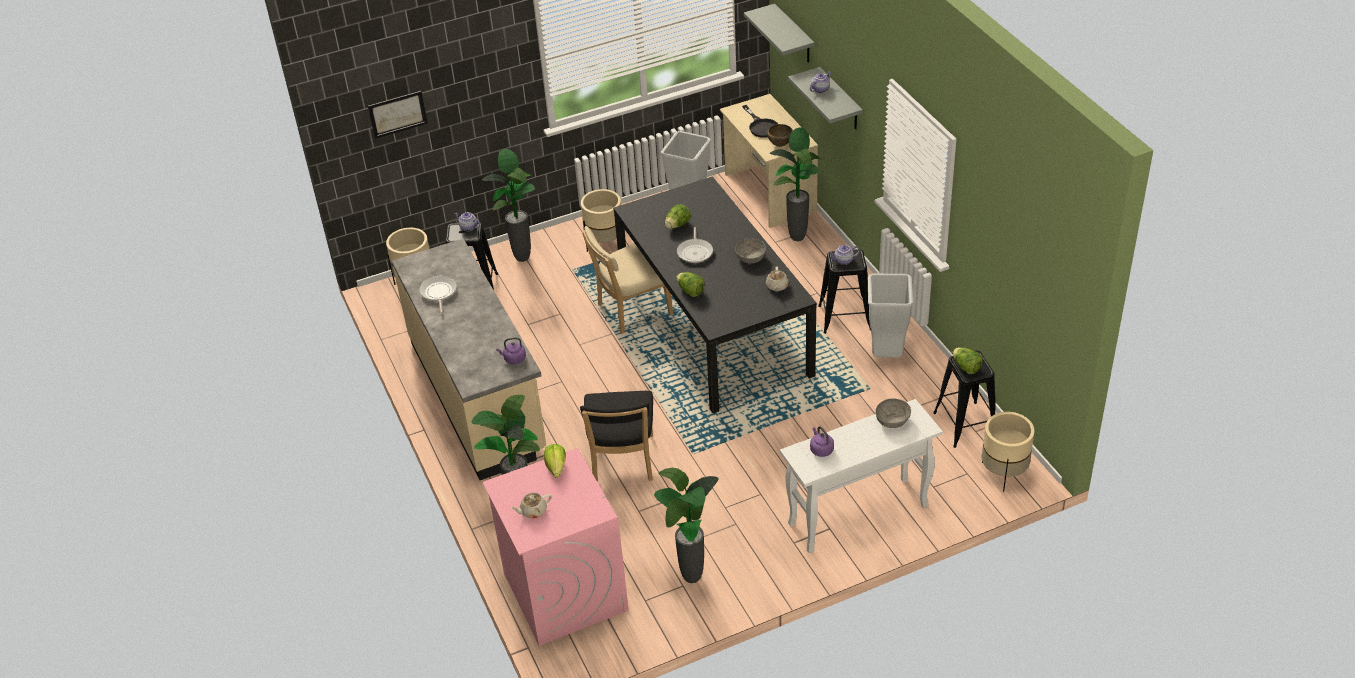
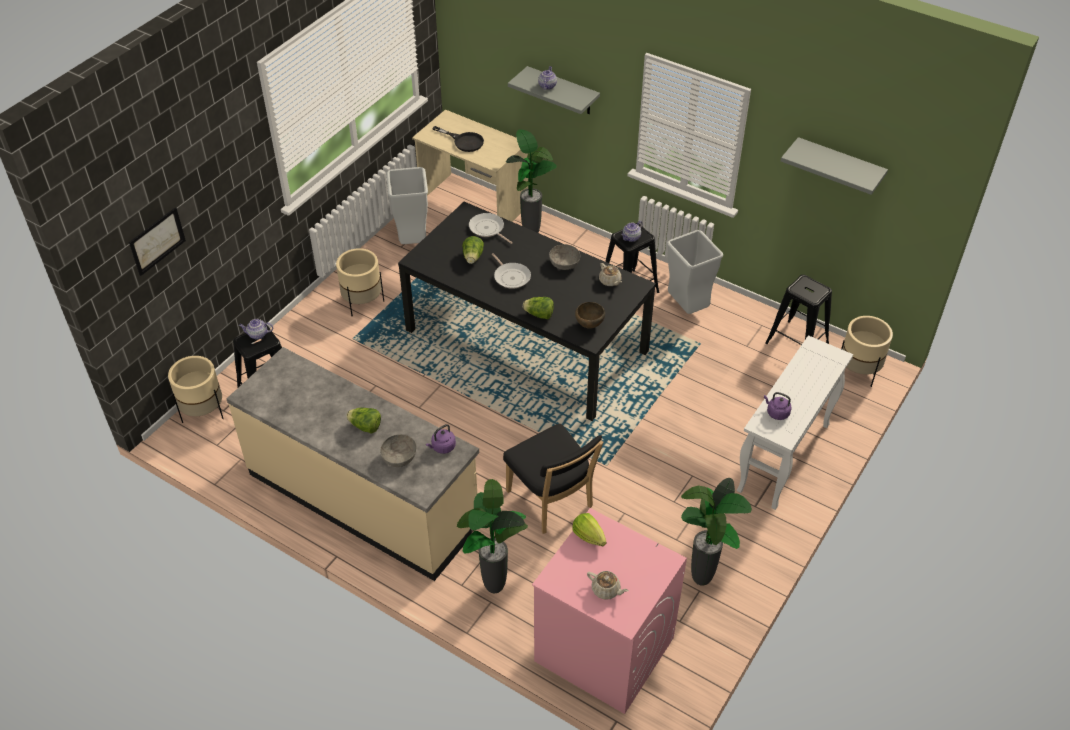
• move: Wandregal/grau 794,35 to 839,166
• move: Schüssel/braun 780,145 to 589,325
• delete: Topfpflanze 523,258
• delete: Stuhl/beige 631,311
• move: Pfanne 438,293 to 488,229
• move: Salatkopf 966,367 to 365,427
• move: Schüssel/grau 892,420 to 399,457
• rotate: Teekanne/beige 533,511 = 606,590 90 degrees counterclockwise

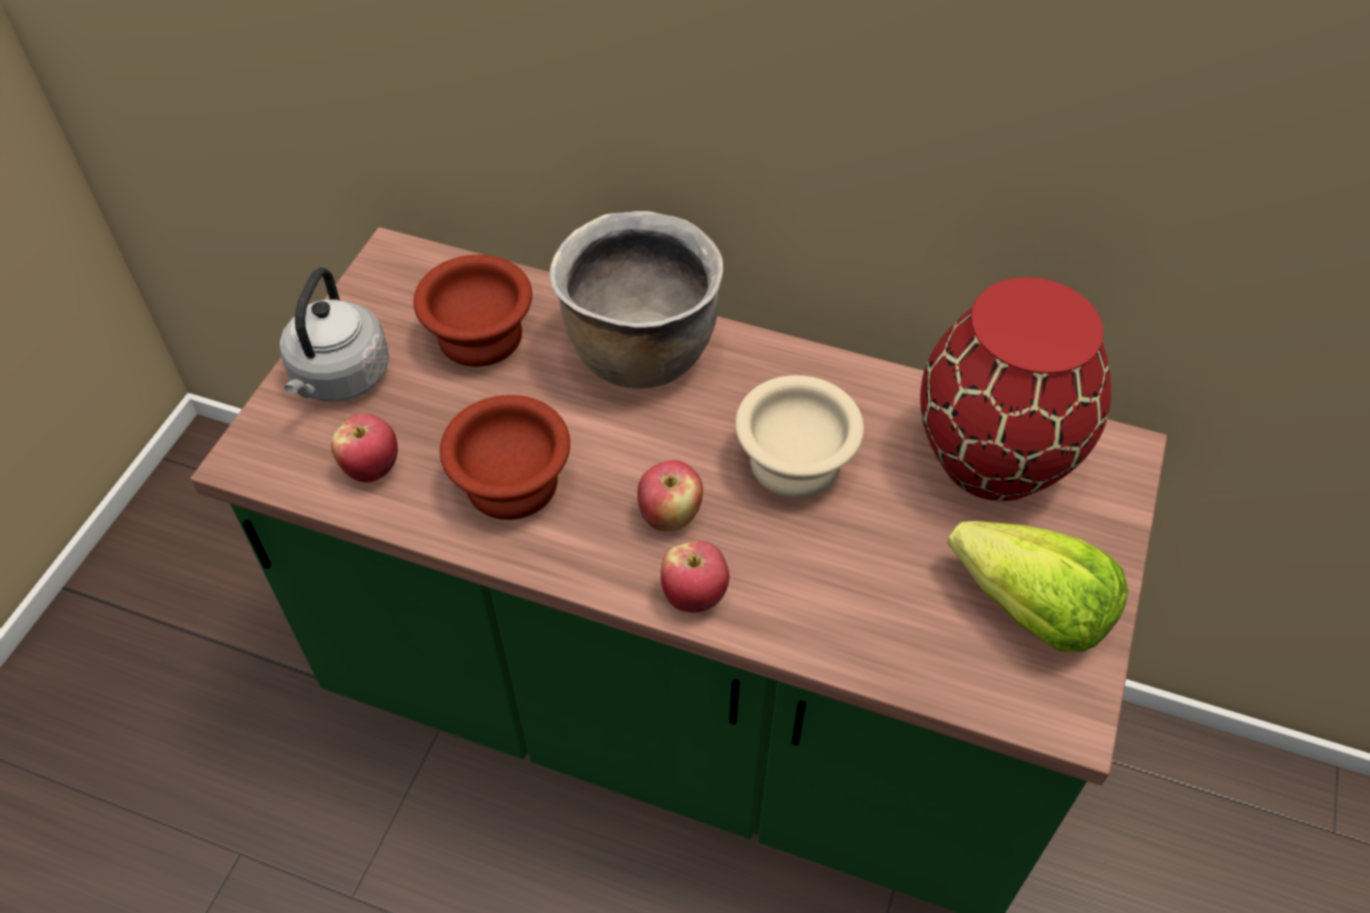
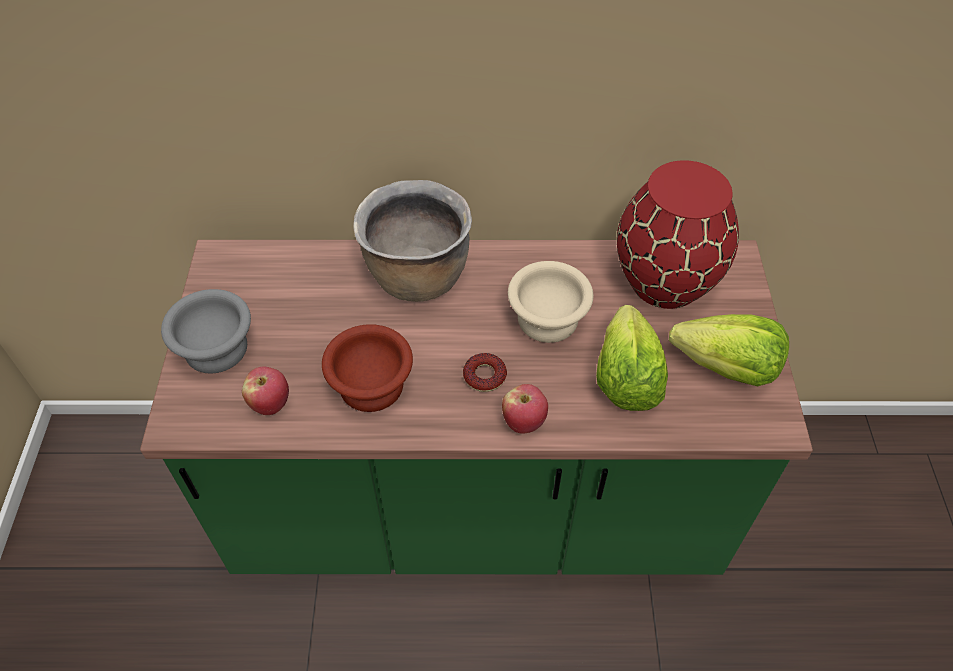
• delete: Schüssel/braun 479,339
• replace: Wasserkessel/grau 339,378 to Schüssel/grau 218,350
• replace: Apfel 670,516 to Donut 484,376
• insert: Salatkopf 626,378

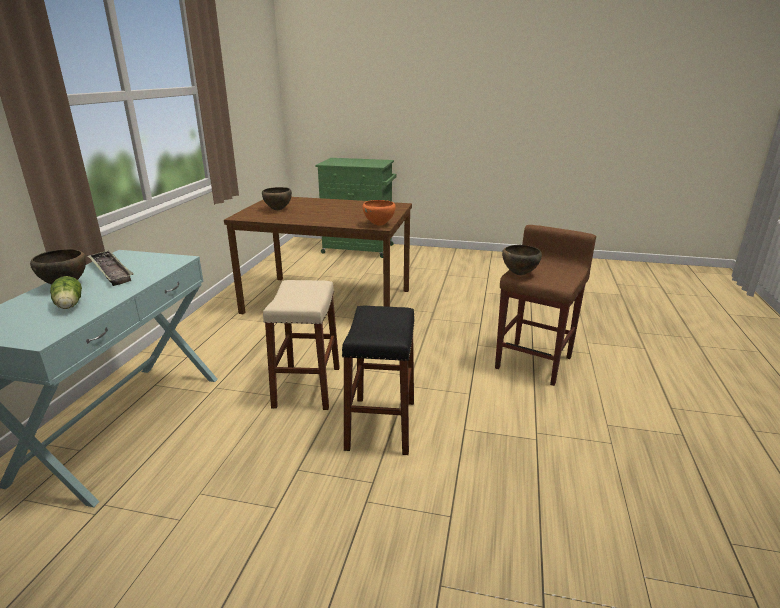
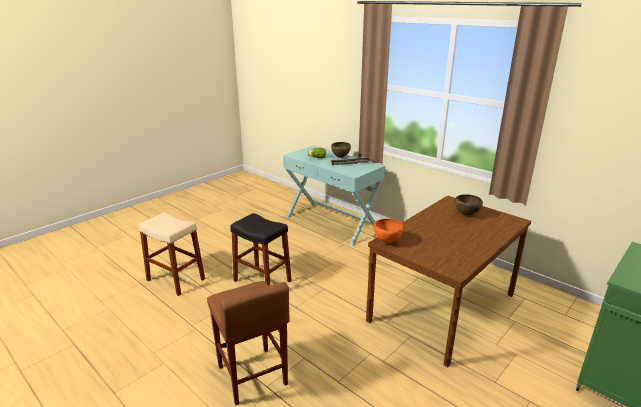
• delete: Schüssel/braun 519,274
• move: Hocker/beige 307,387 to 176,279

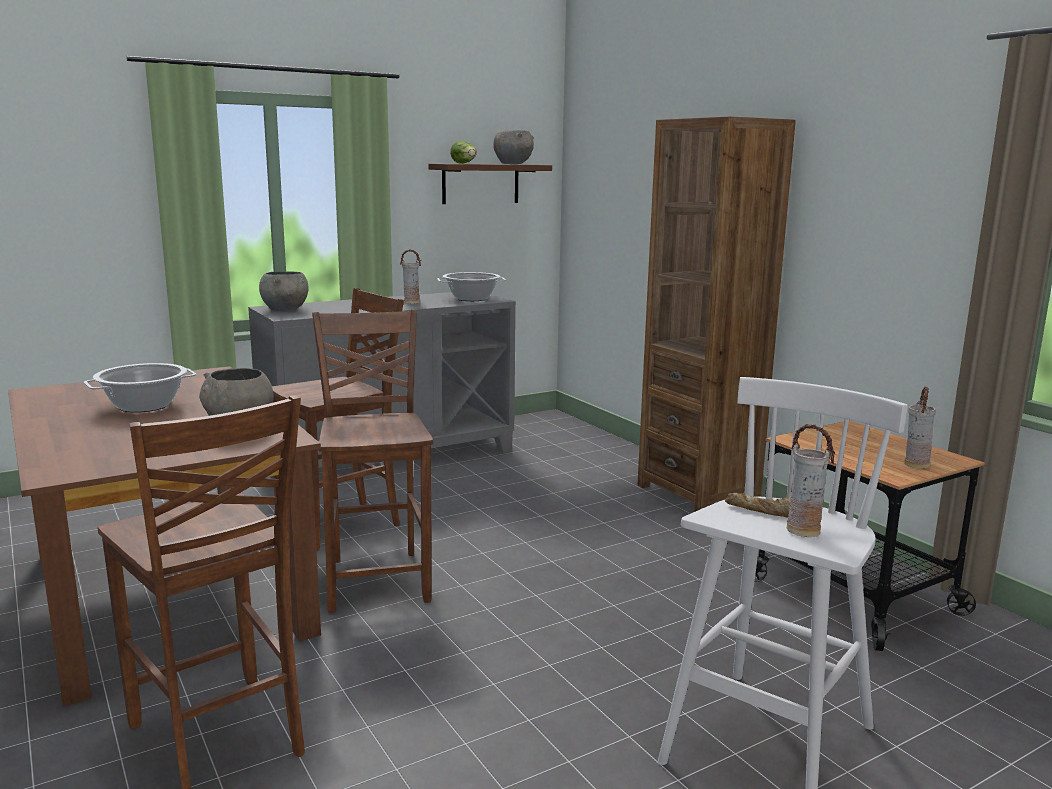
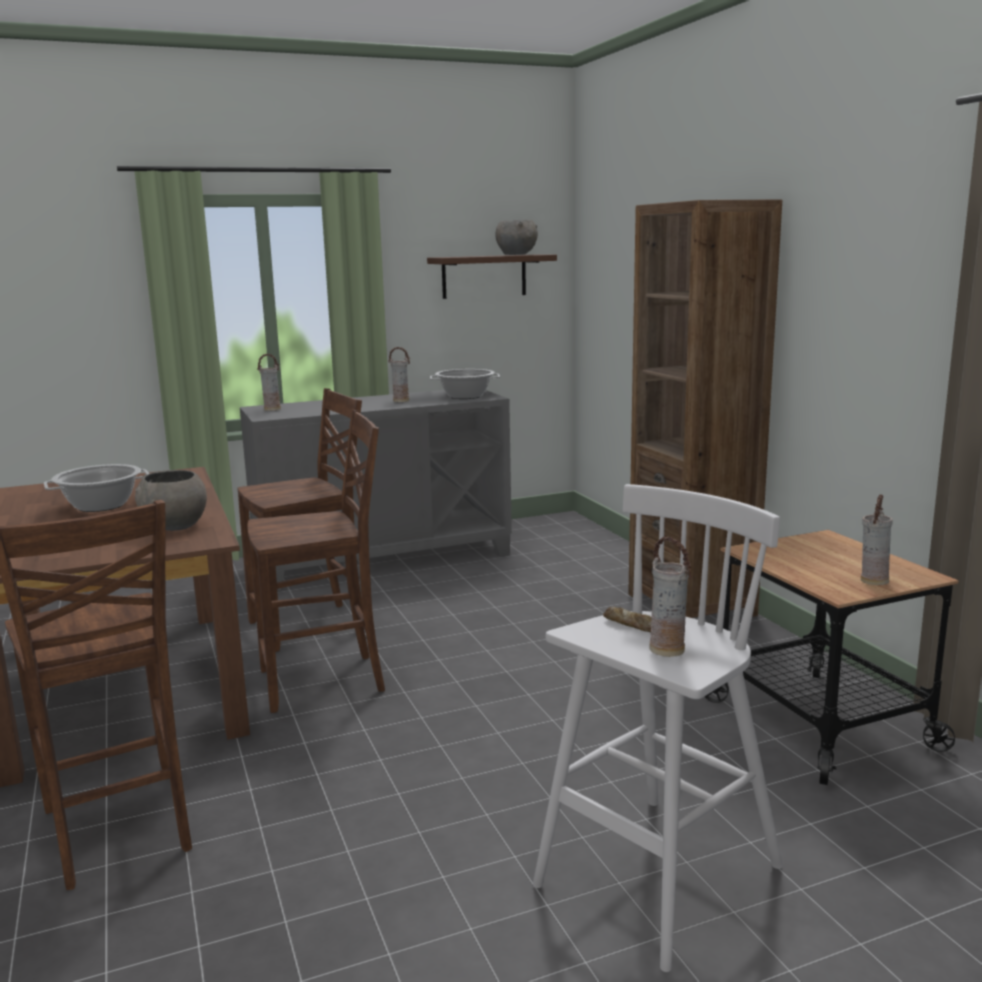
• delete: Salatkopf 465,163
• replace: Schüssel/grau 285,310 to Vase 272,410
• rotate: Stuhl/braun 378,579 = 325,682 75 degrees clockwise

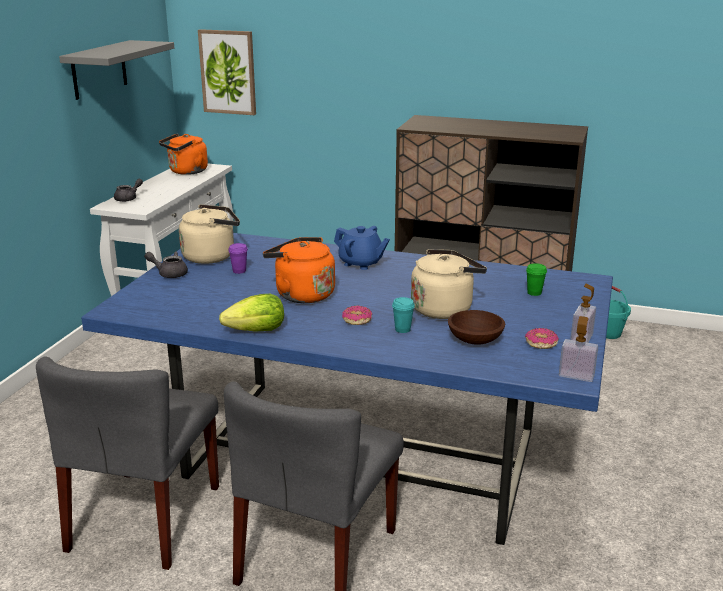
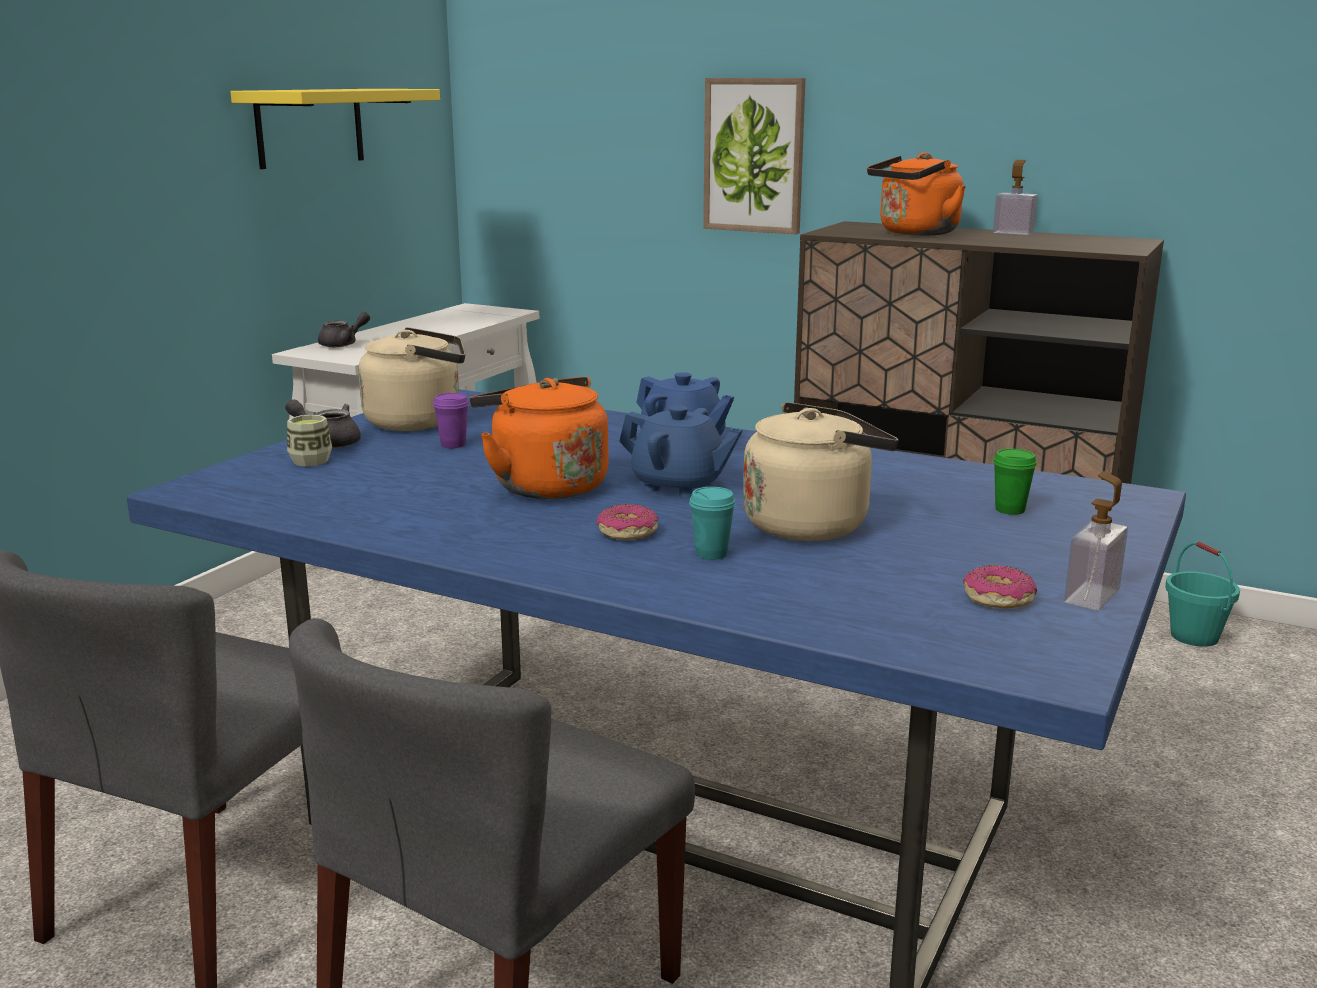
• move: Bild 228,72 to 754,155
• recolor: Wandregal/grau 99,69 to Wandregal/gelb 310,127
• move: Wasserkessel/orange 186,172 to 915,233
• delete: Salatkopf 257,331
• delete: Schüssel/braun 475,340
• move: Seifenspender 576,375 to 1013,233
• insert: Teekanne/blau 678,486
• insert: Tasse 311,461

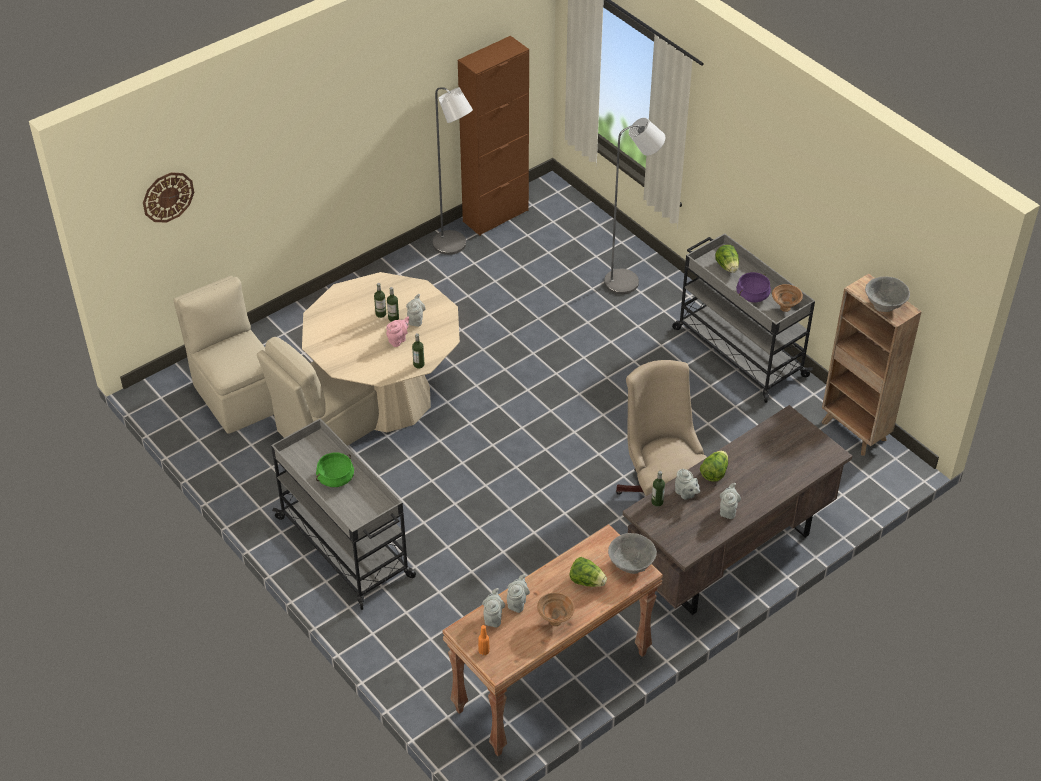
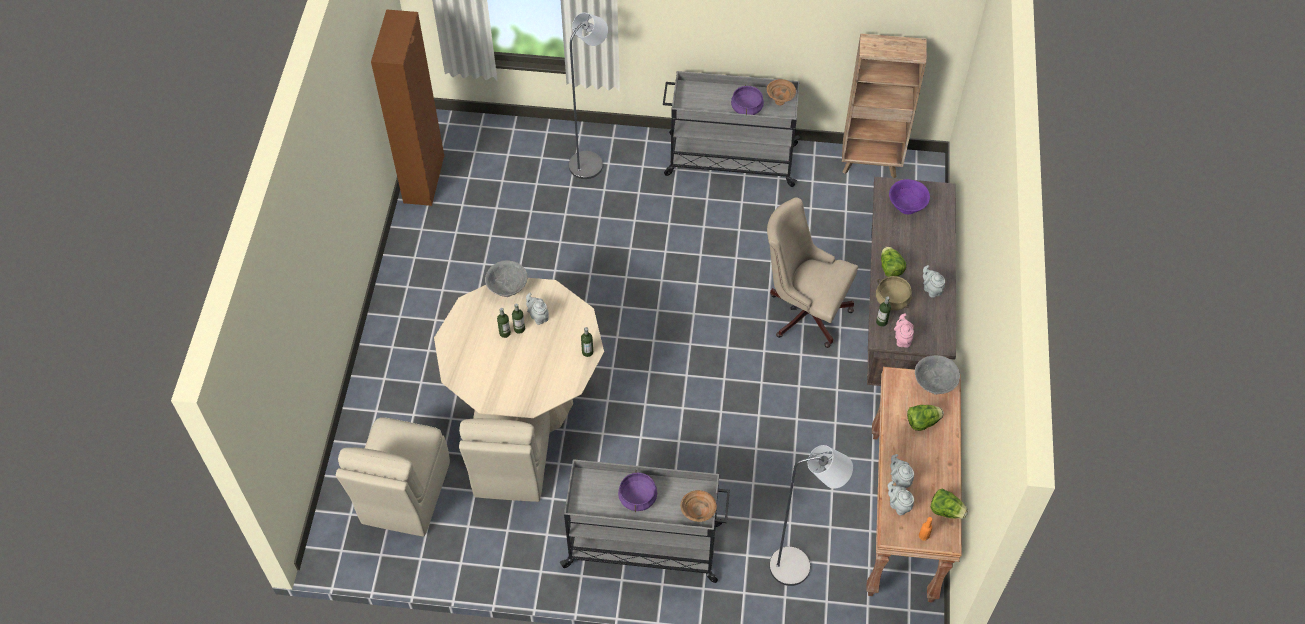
• move: Stehlampe/grau 454,246 to 798,566
• delete: Wanduhr 168,197
• move: Salatkopf 727,267 to 946,510
• rotate: Stuhl/beige 237,395 = 404,495 90 degrees counterclockwise
• move: Schüssel/grau 884,305 to 507,288
• move: Teekanne/rosa 398,340 to 902,339
• recolor: Kochtopf/grün 335,477 to Kochtopf/lila 637,497
• replace: Teekanne/grau 686,494 to Kochtopf/beige 892,300
• move: Schüssel/braun 554,620 to 697,515
• insert: Schüssel/lila 906,206

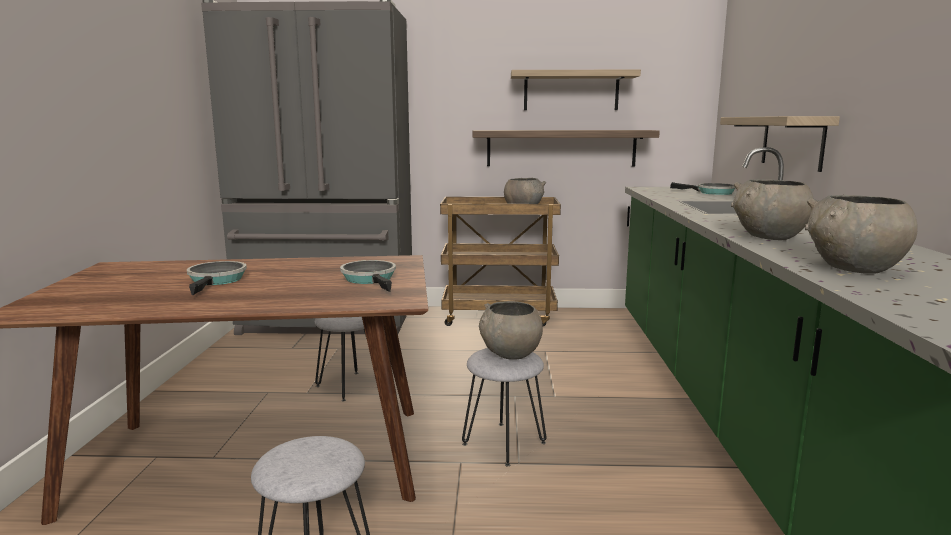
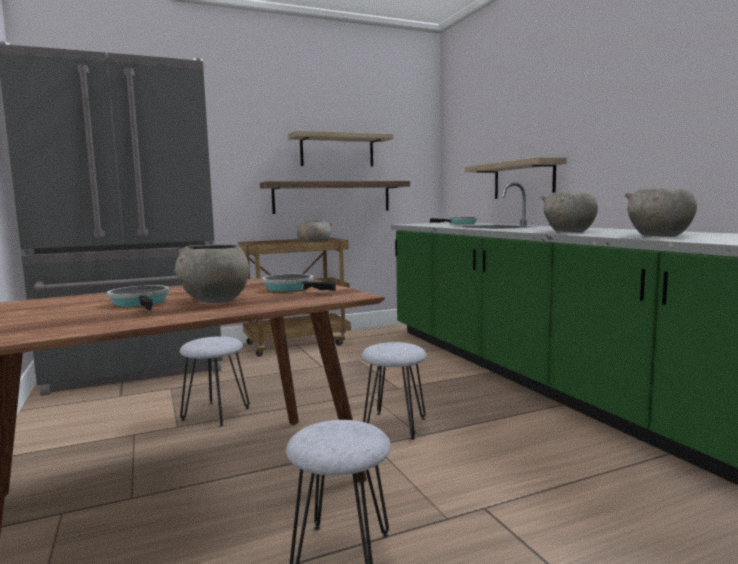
• move: Schüssel/grau 510,354 to 214,300

